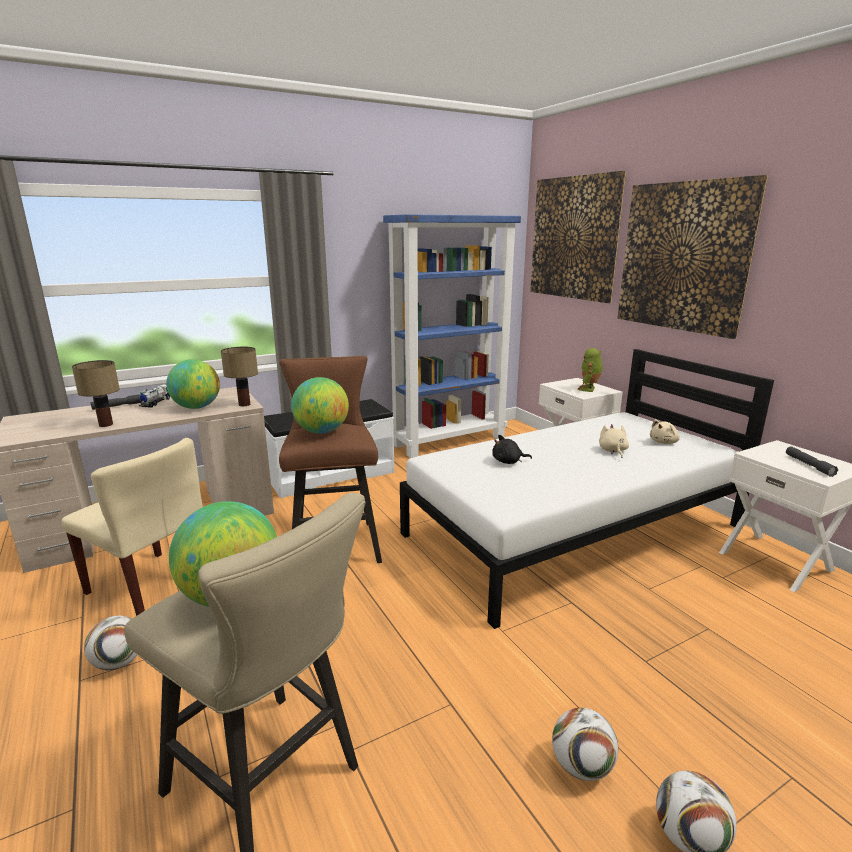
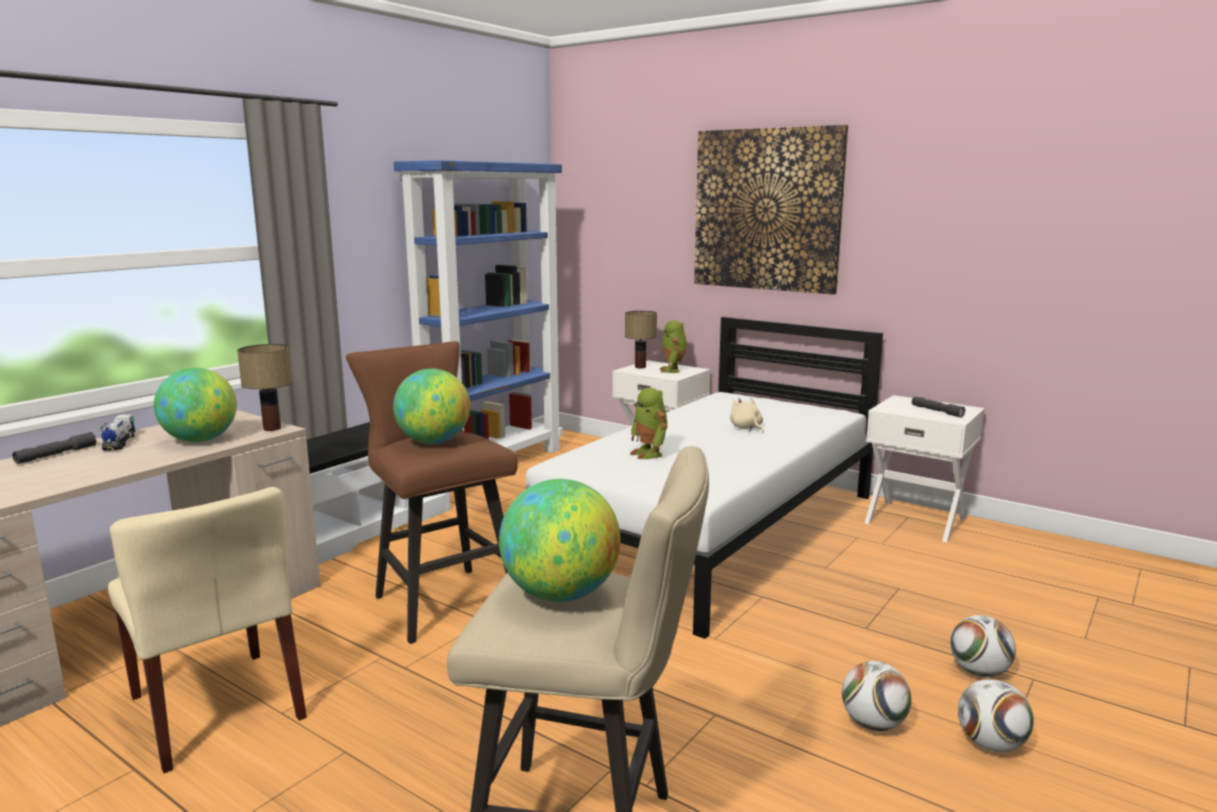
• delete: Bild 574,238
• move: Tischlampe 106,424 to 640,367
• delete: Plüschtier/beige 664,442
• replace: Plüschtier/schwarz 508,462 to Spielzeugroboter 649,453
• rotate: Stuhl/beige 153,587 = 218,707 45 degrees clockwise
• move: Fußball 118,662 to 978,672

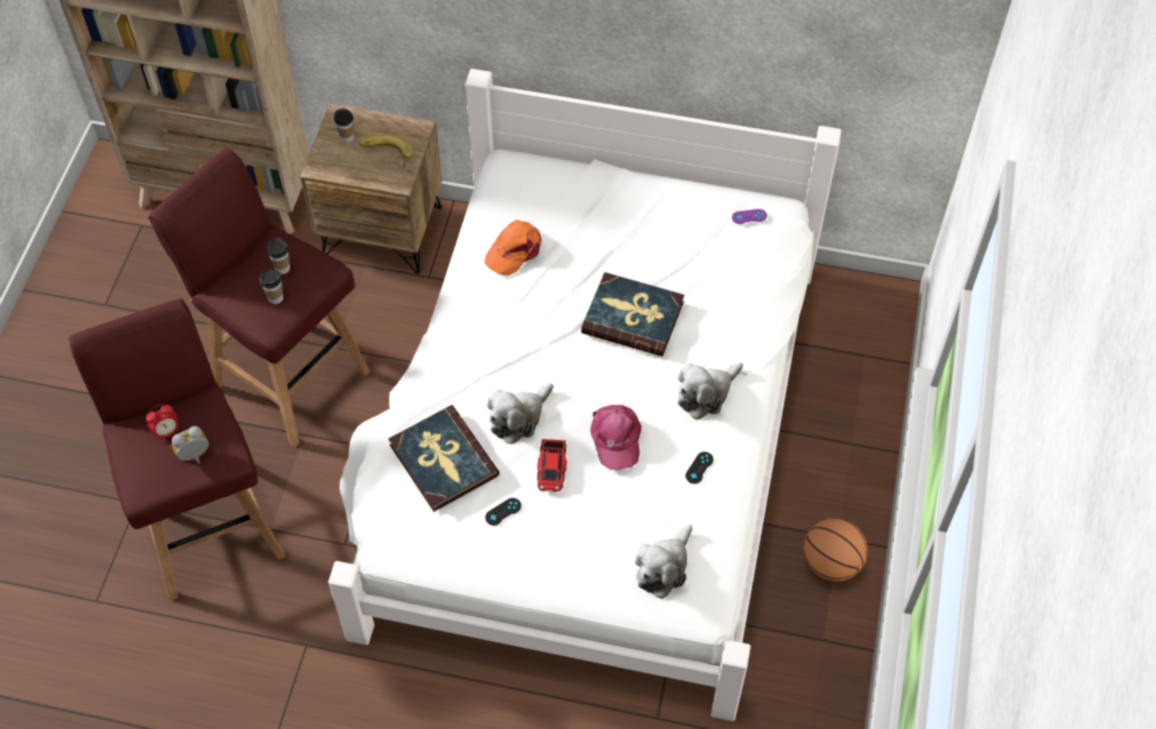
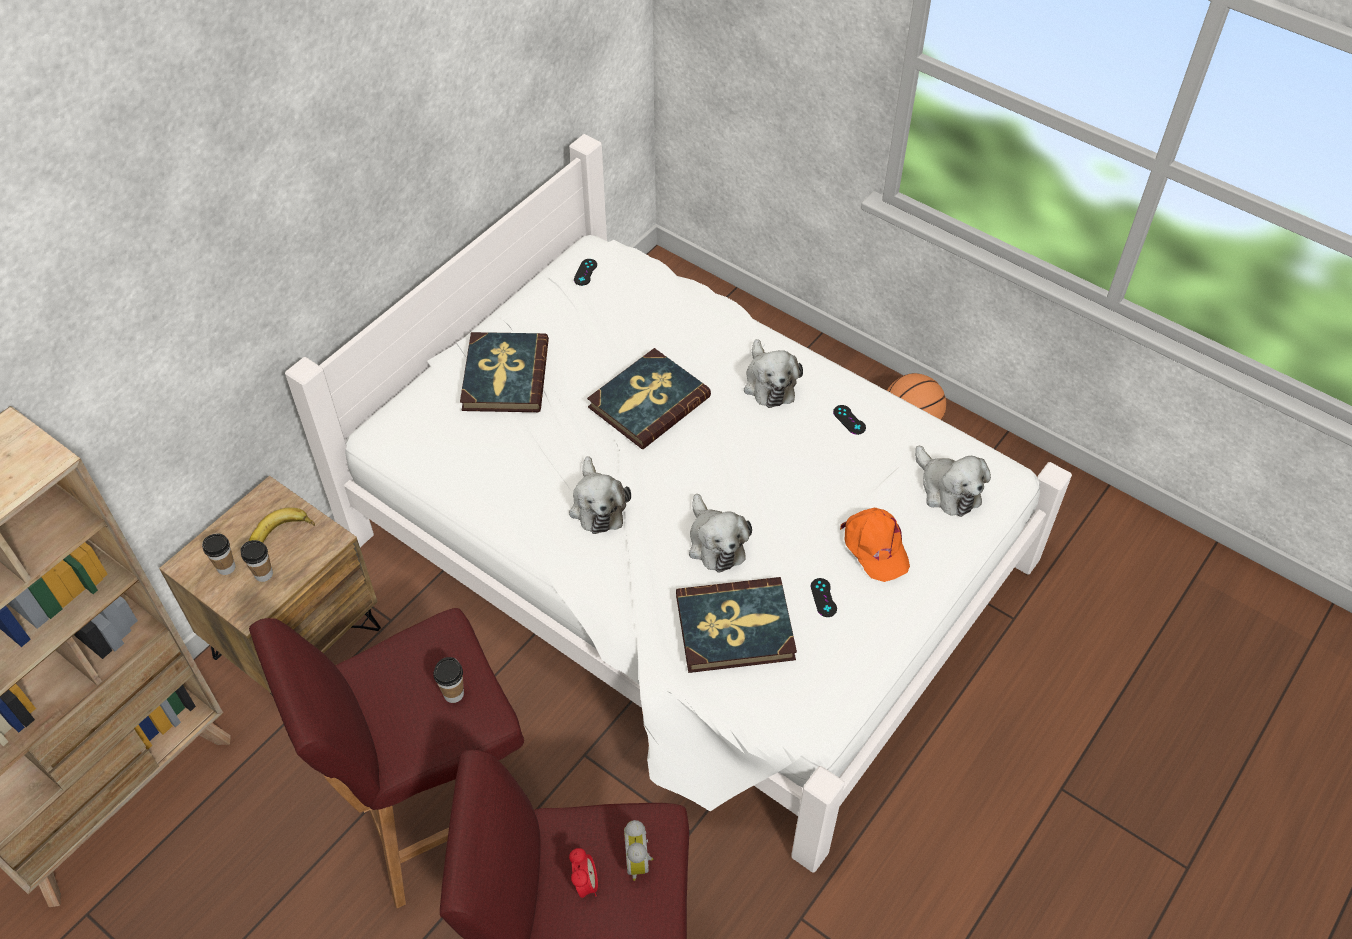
• recolor: Gamepad/lila 749,216 to Gamepad/schwarz 585,272
• move: Kappe/orange 514,250 to 875,547
• move: Tasse 282,268 to 263,574
• delete: Kappe/rosa 615,438
• delete: Spielzeugauto 552,468
• insert: Buch 505,376
• insert: Plüschtier 597,505

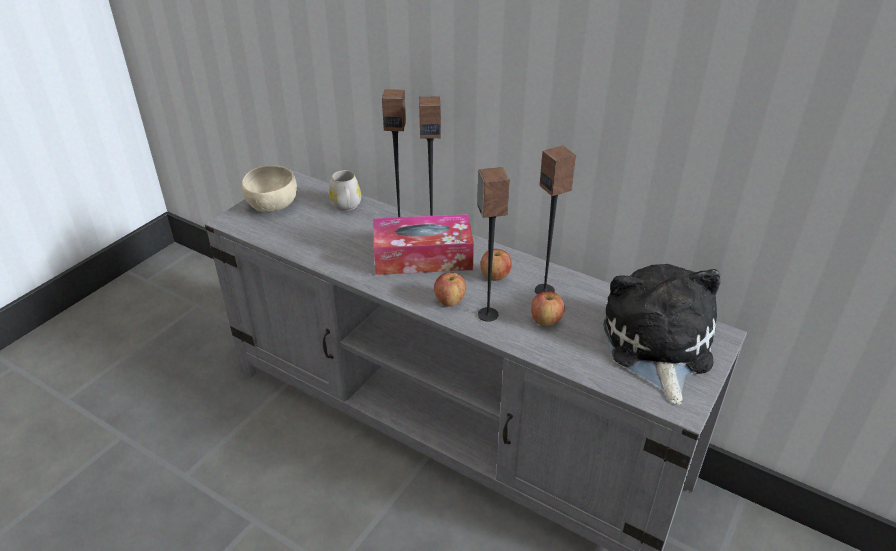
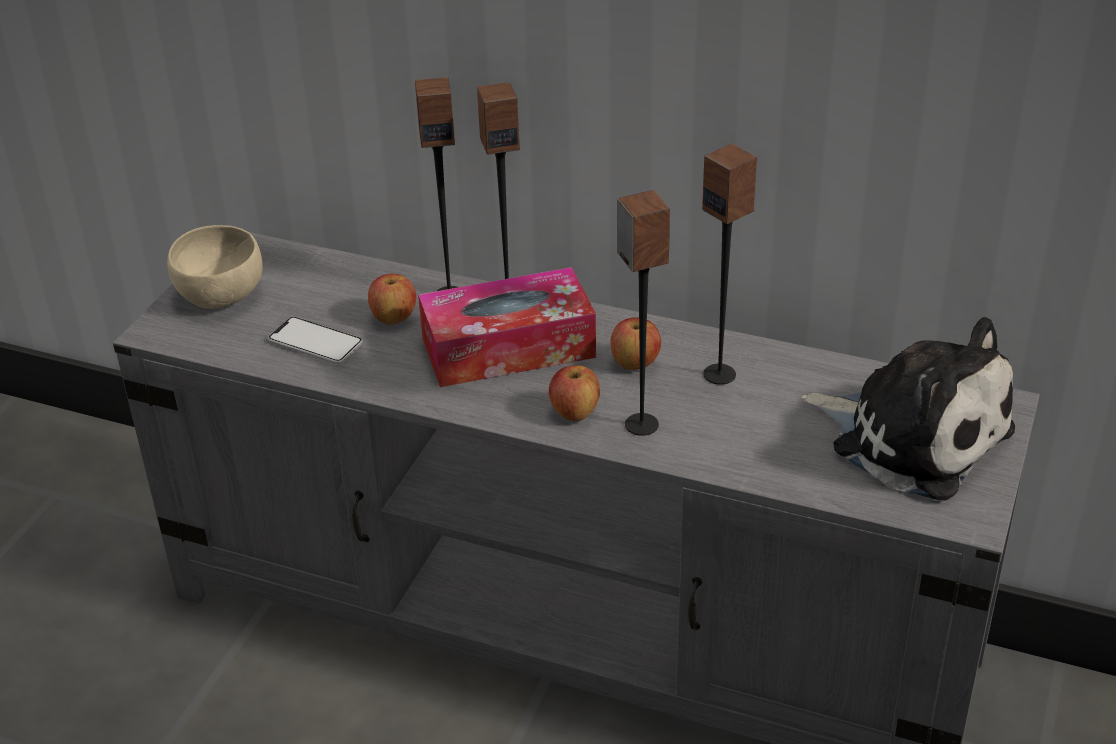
• delete: Henkelbecher/weiß 346,207
• rotate: Plüschtier 657,347 = 912,436 135 degrees clockwise
• move: Apfel 545,321 to 393,318
• insert: Handy 315,342

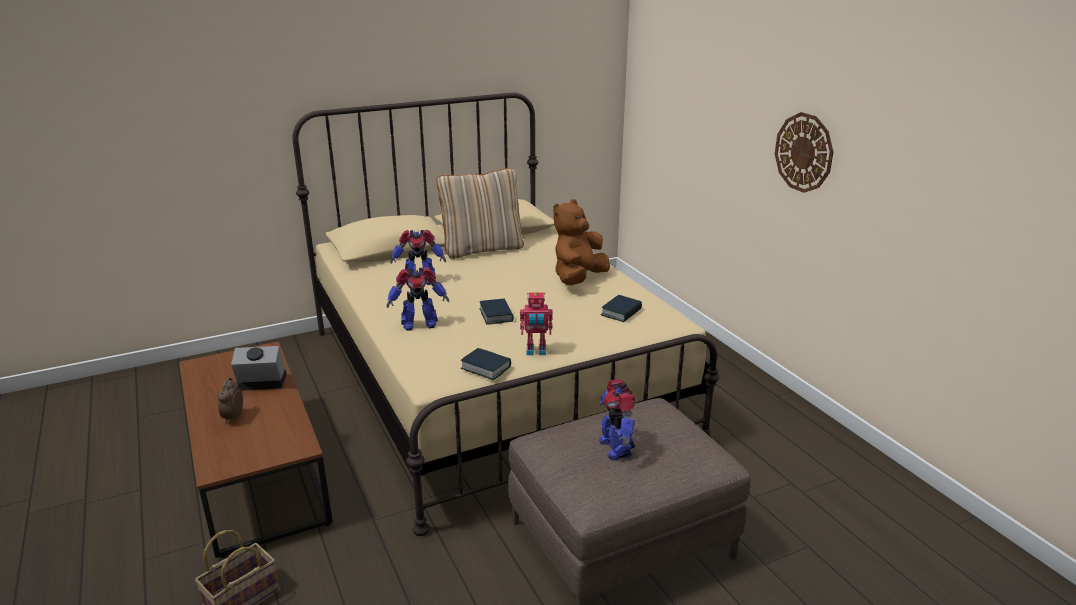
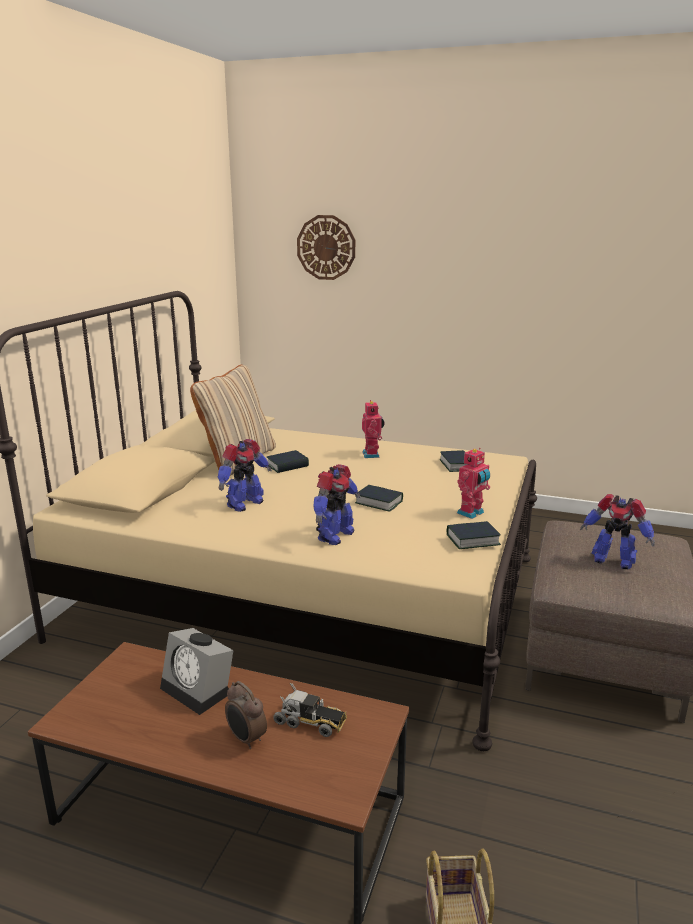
• move: Wanduhr 804,152 to 326,247
• replace: Plüschtier/braun 578,279 to Spielzeugroboter 372,454
• rotate: Wecker 260,383 = 199,690 90 degrees counterclockwise
• insert: Buch 287,466
• insert: Spielzeuglaster 310,722

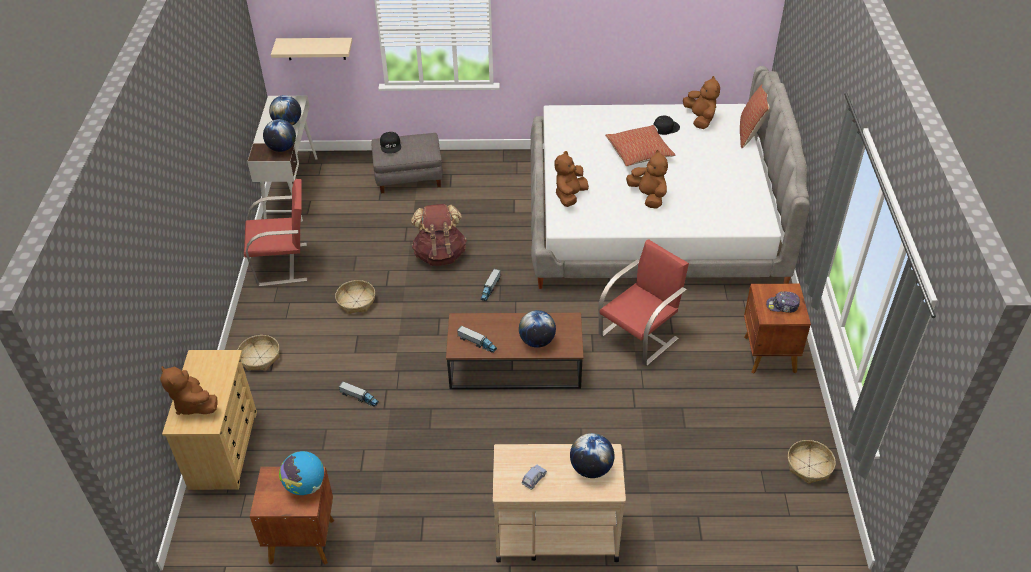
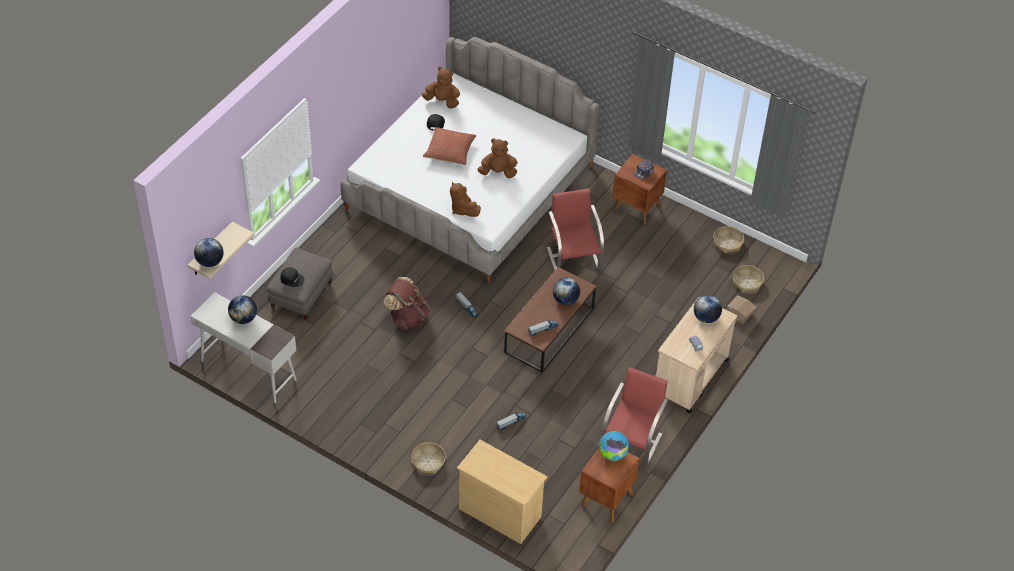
• delete: Kissen 750,133
• move: Globus 282,148 to 210,262
• move: Stuhl/rot 284,264 to 632,440
• move: Korb 356,301 to 747,282
• delete: Plüschtier/braun 193,404
• insert: Spielzeughaus 741,314

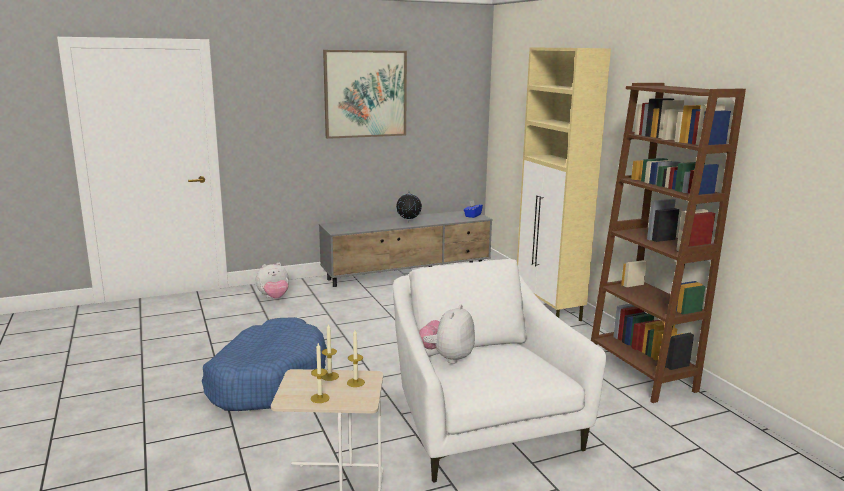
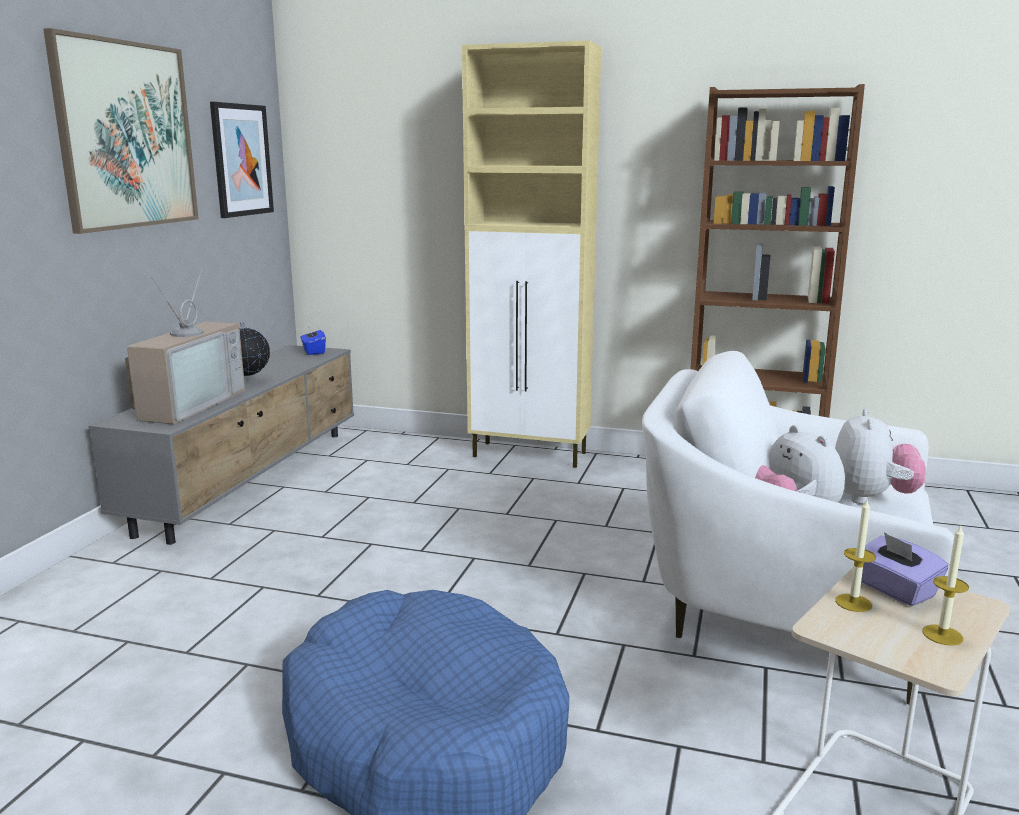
• move: Plüschtier 274,297 to 871,498
• replace: Kerze 355,382 to Taschentuchbox/lila 895,590
• insert: Bild 241,160
• insert: Fernseher 187,404

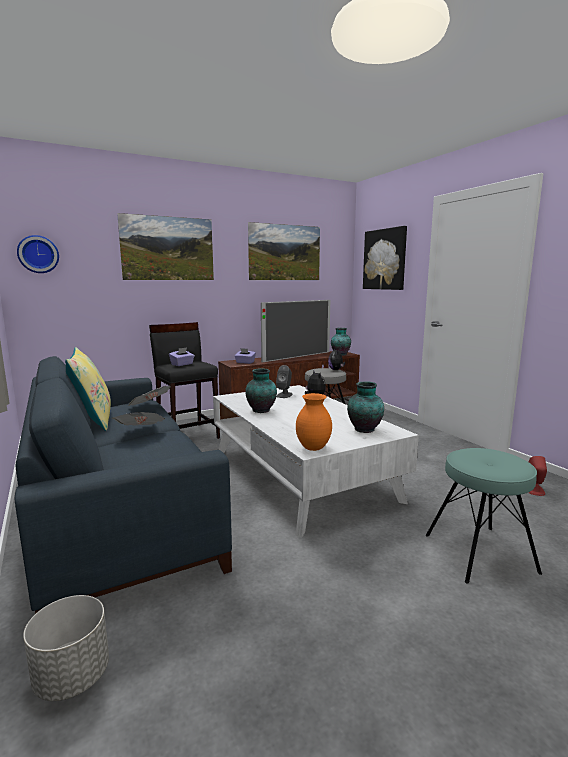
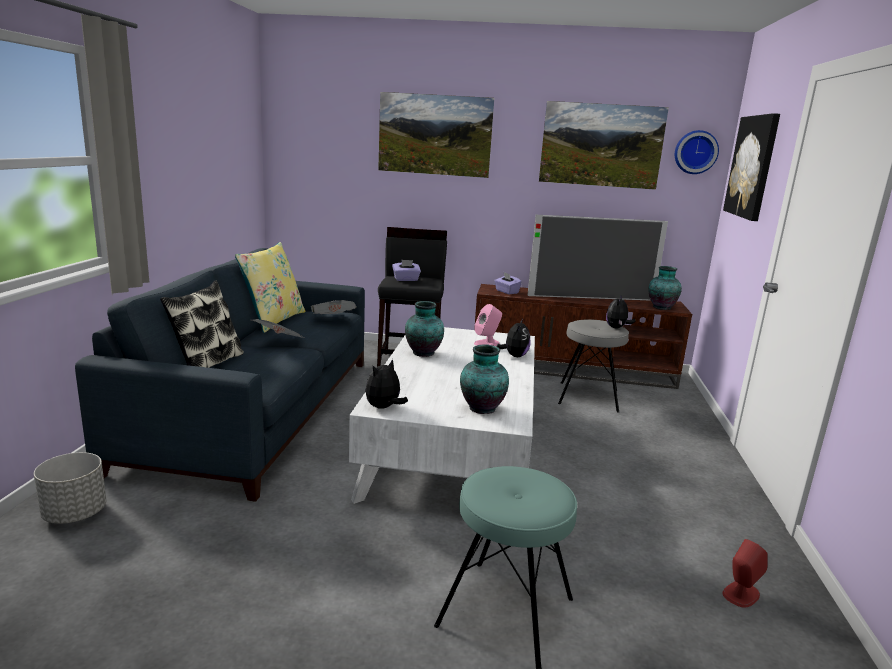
• move: Wanduhr 38,254 to 695,152
• recolor: Lautsprecher/grau 284,395 to Lautsprecher/rosa 487,343
• replace: Vase/orange 314,448 to Plüschtier 384,408
• insert: Kissen 207,365

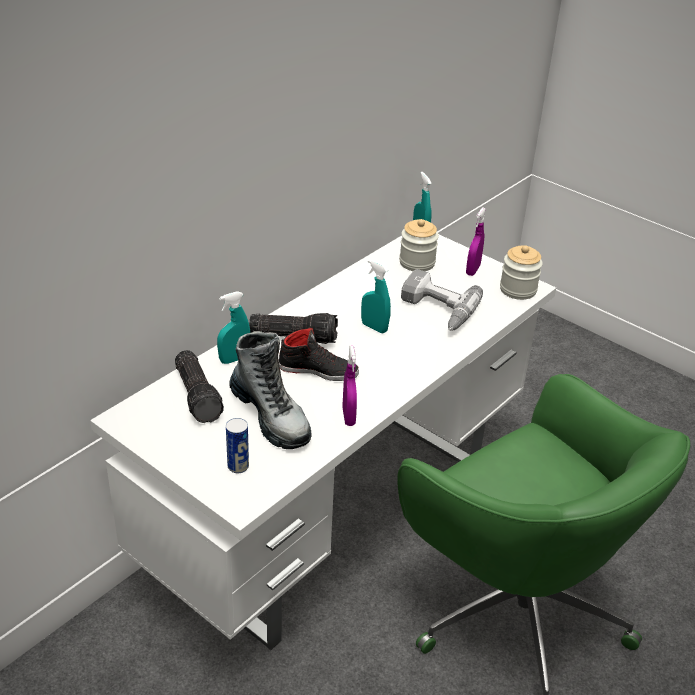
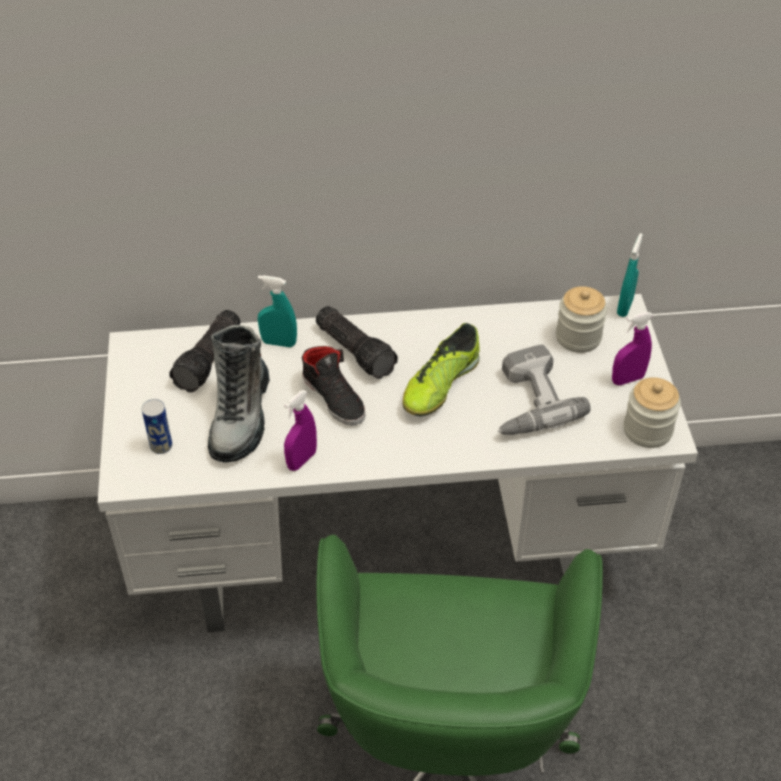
• replace: Sprühflasche/türkis 374,327 to Schuh 440,384

